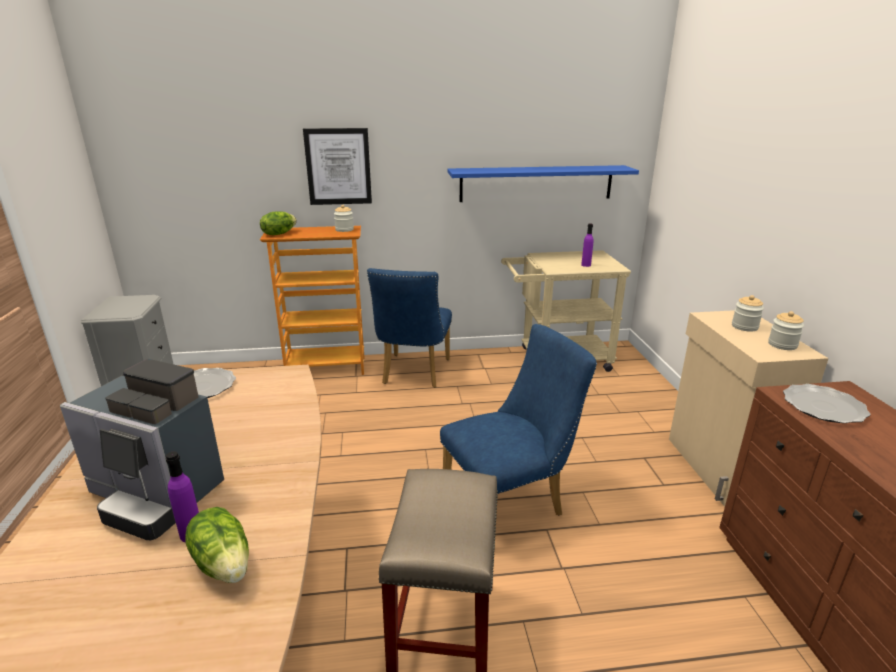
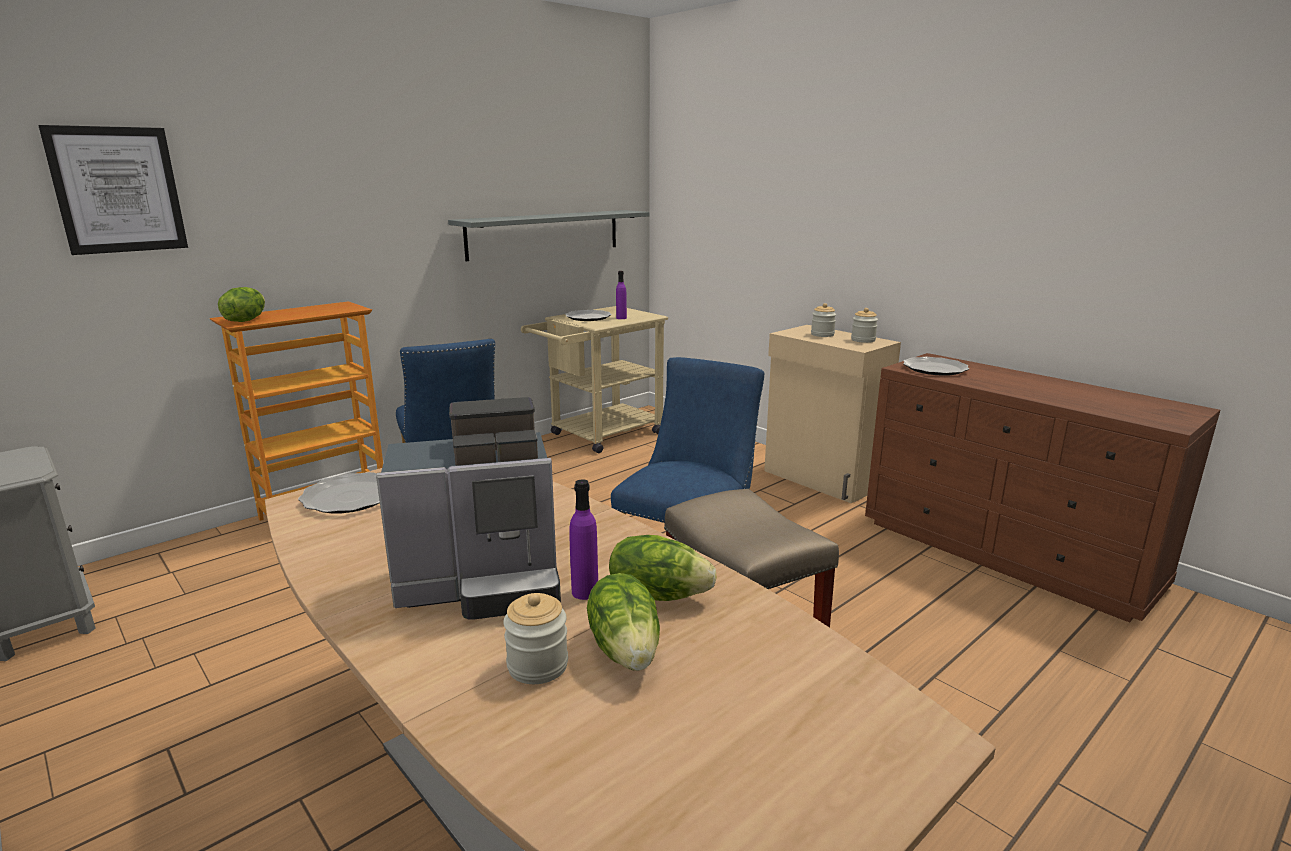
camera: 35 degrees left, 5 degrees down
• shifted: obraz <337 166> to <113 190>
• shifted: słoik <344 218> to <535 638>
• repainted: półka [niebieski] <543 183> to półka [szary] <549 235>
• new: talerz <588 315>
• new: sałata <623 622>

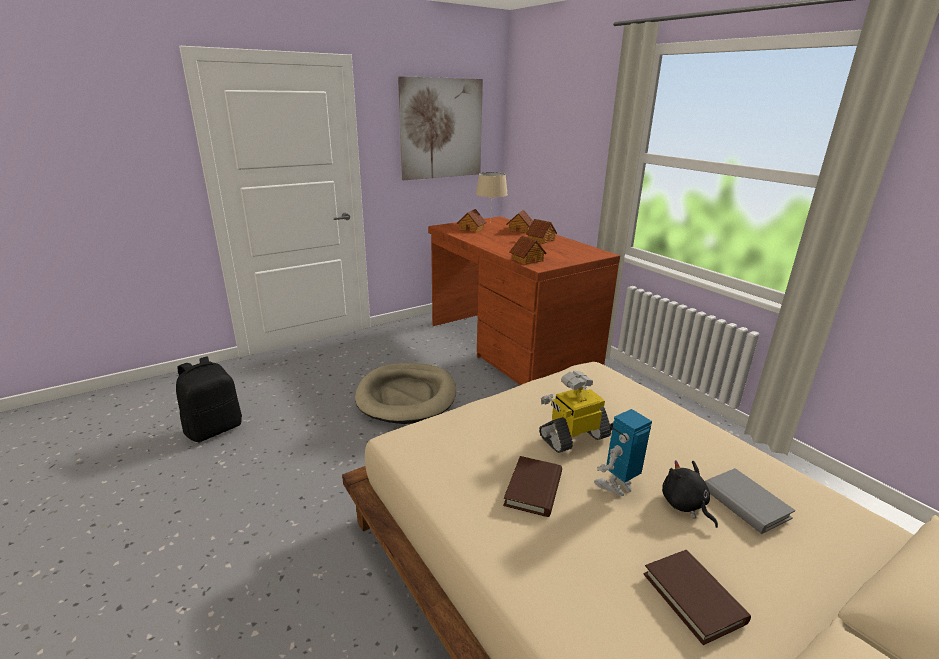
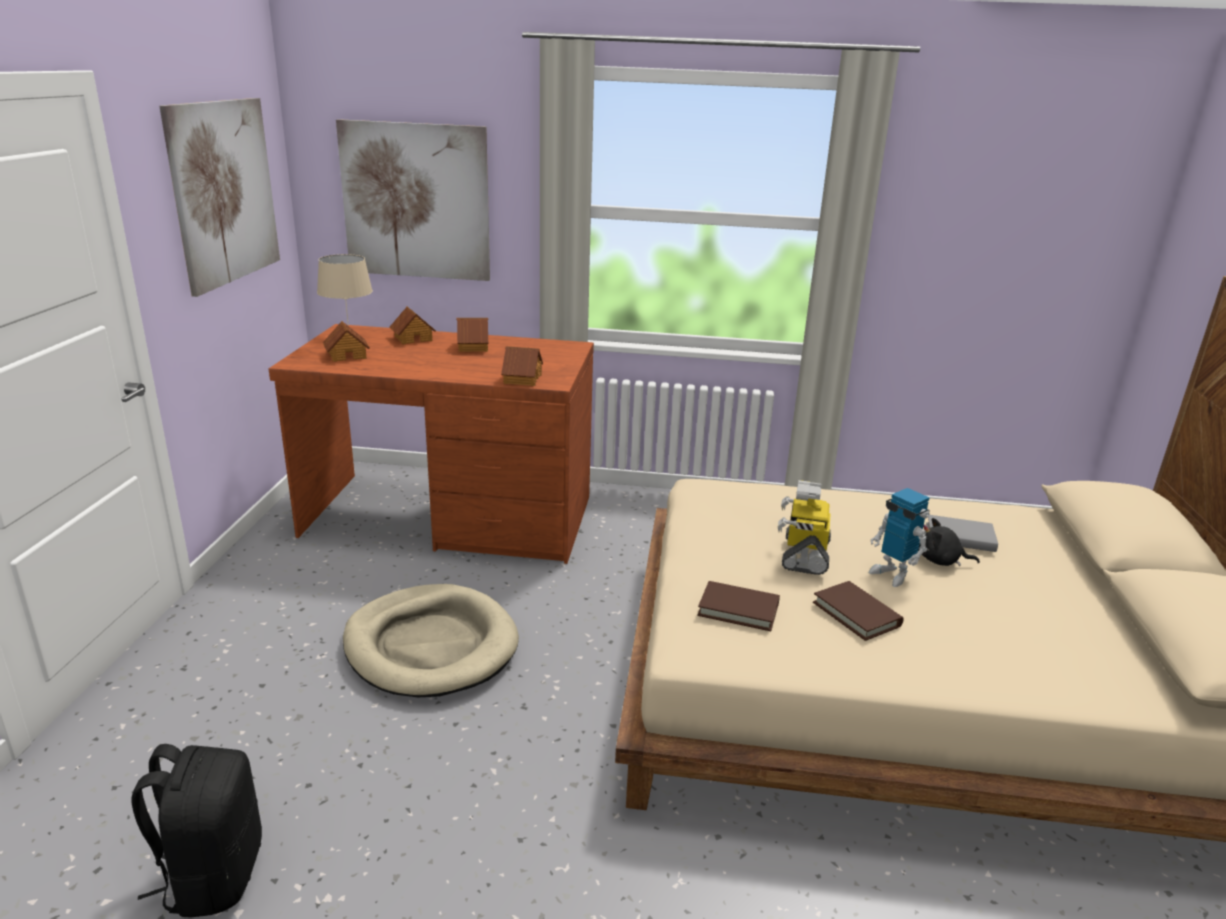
camera: 50 degrees left, 0 degrees up
• rotated: robot zabawkowy <623 452> = <899 537> 45 degrees counterclockwise
• shifted: książka [brązowy] <697 597> to <738 606>
• new: obraz <413 200>

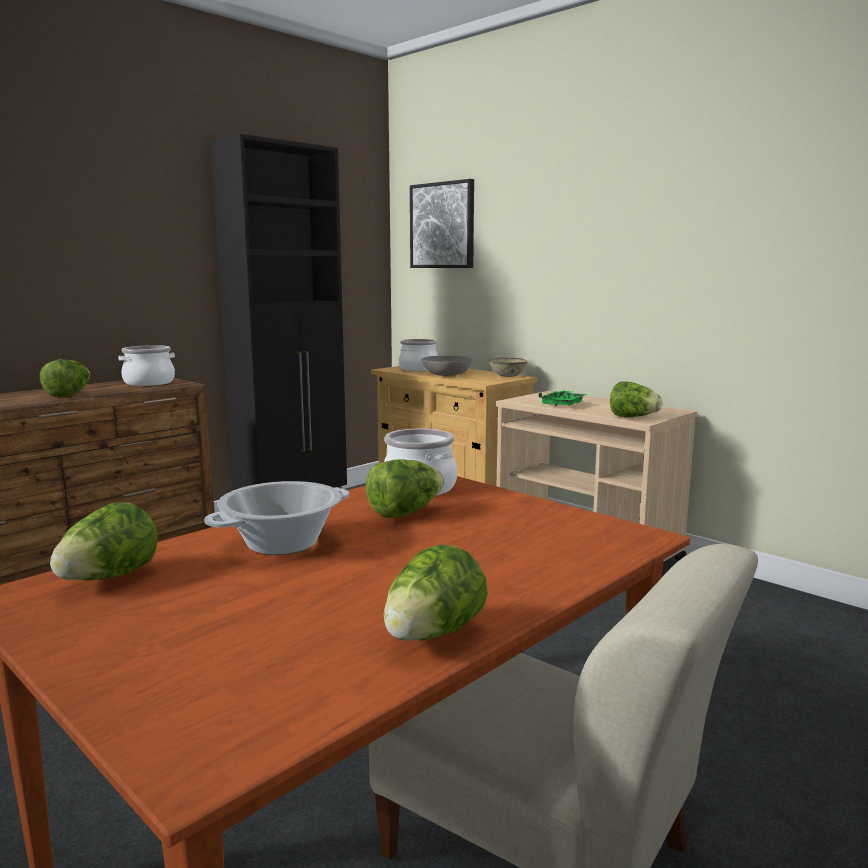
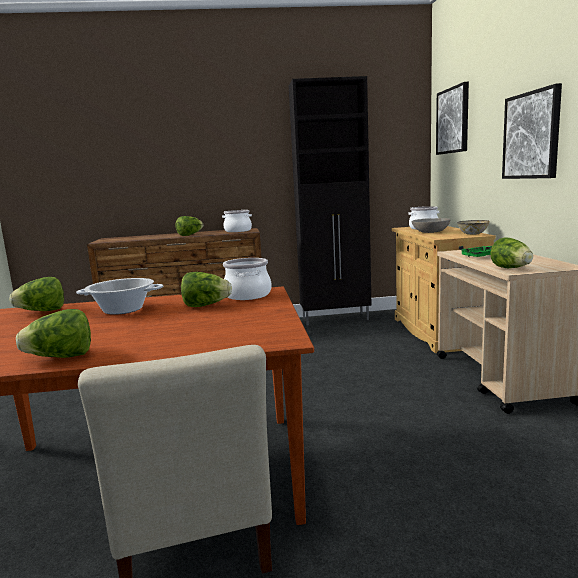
camera: 40 degrees right, 0 degrees up
• new: obraz <532 131>

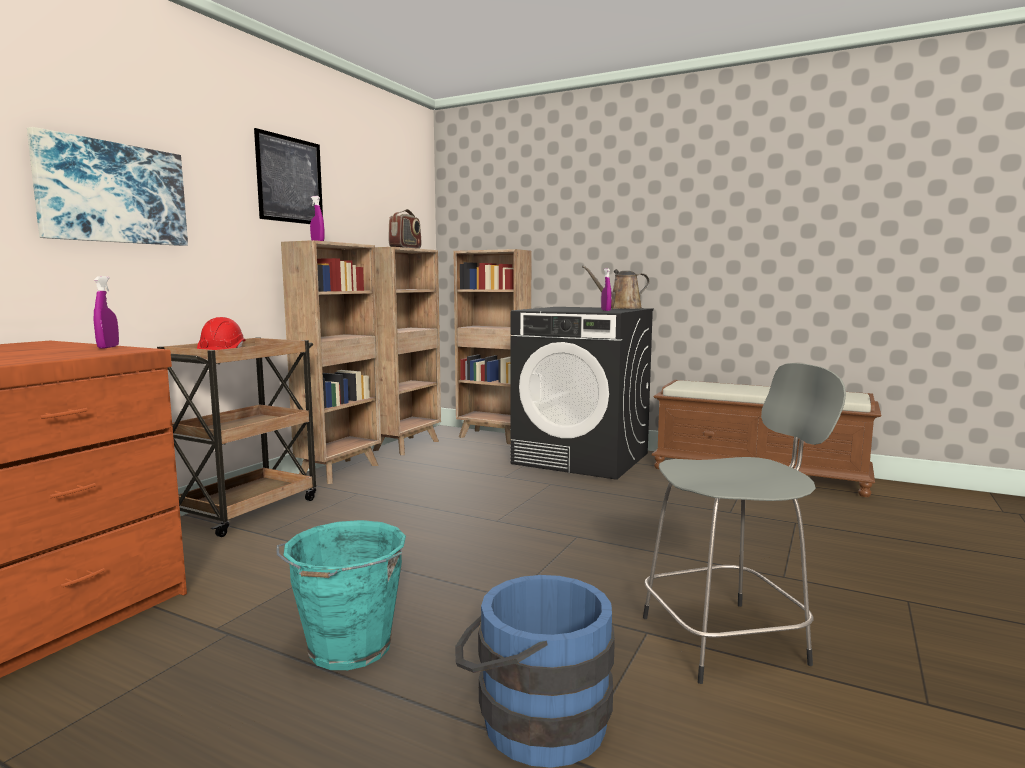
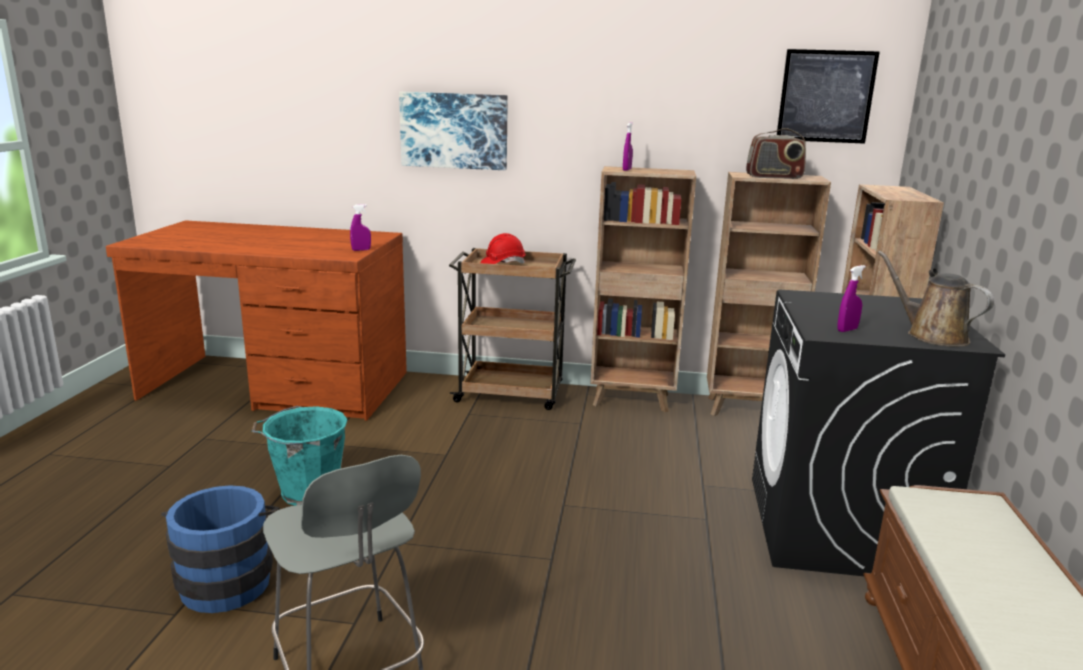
camera: 70 degrees right, 10 degrees up
• shifted: obraz <288 176> to <828 96>

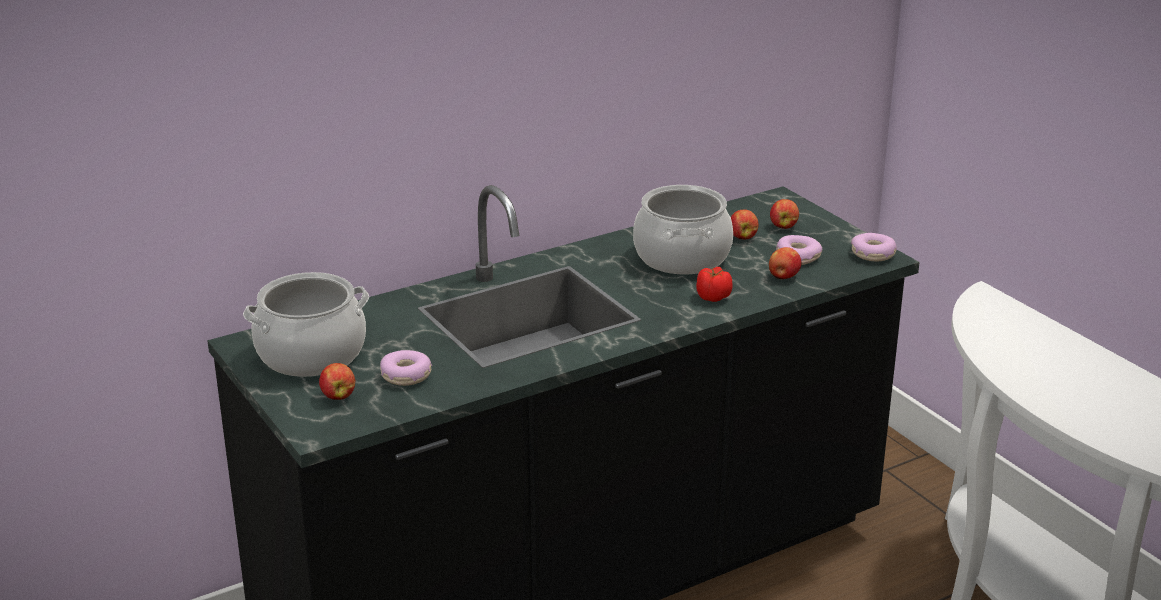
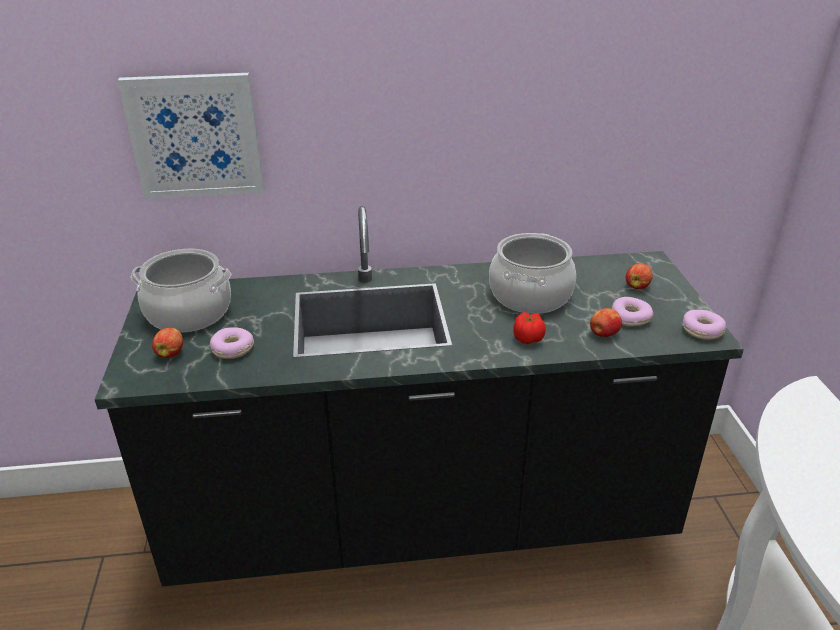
camera: 25 degrees right, 5 degrees up
• gone: jabłko <745 224>
• new: obraz <190 136>

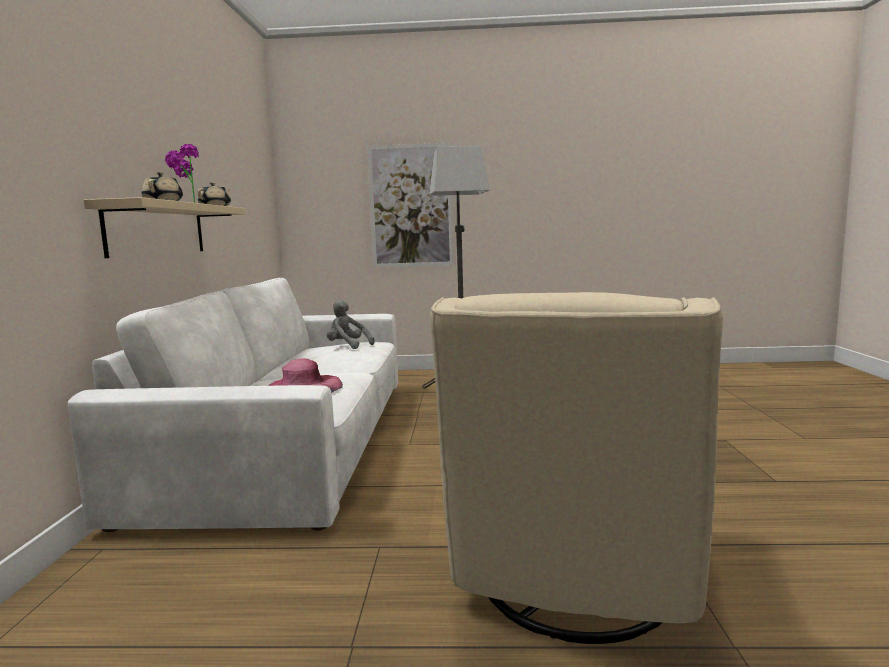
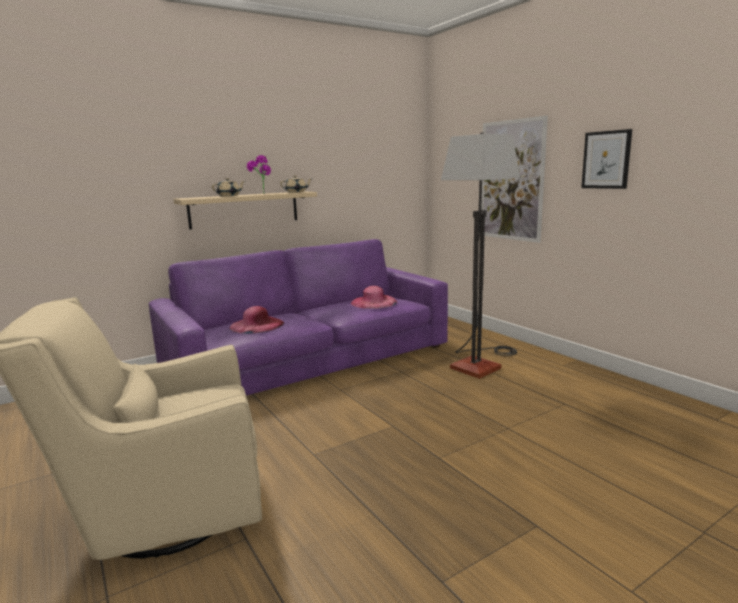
camera: 55 degrees right, 5 degrees up
• repainted: kanapa [biały] <233 405> to kanapa [fioletowy] <298 317>
• swapped: pluszak [szary] <351 324> to kapelusz [różowy] <374 297>
• new: obraz <606 159>

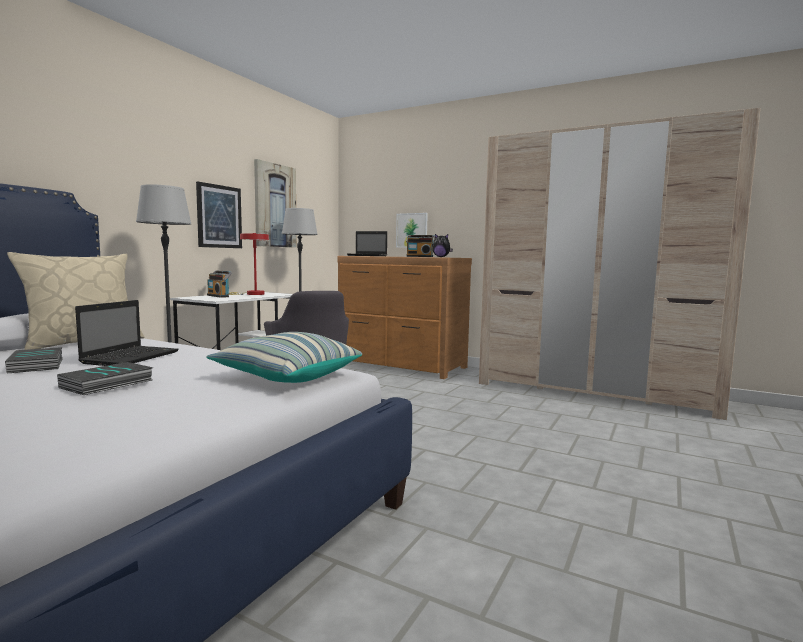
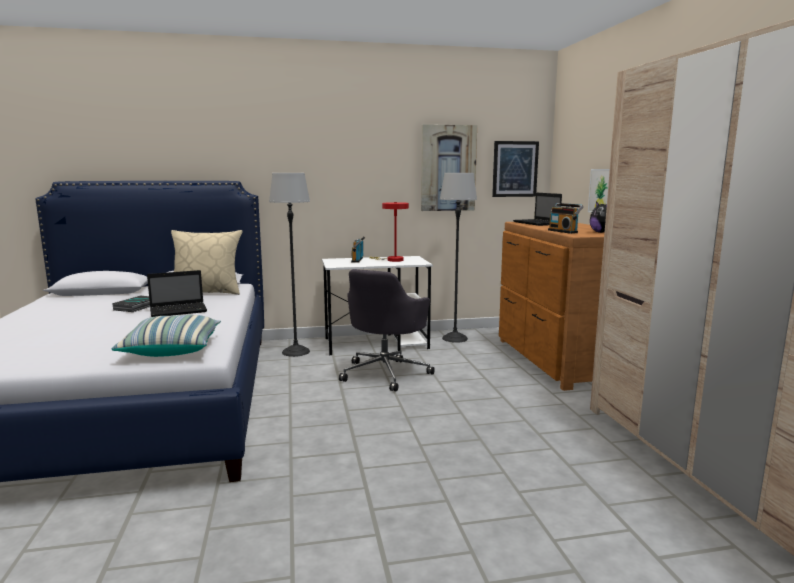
camera: 50 degrees right, 5 degrees up
• gone: książka <105 378>
• shifted: obraz <219 215> to <515 169>

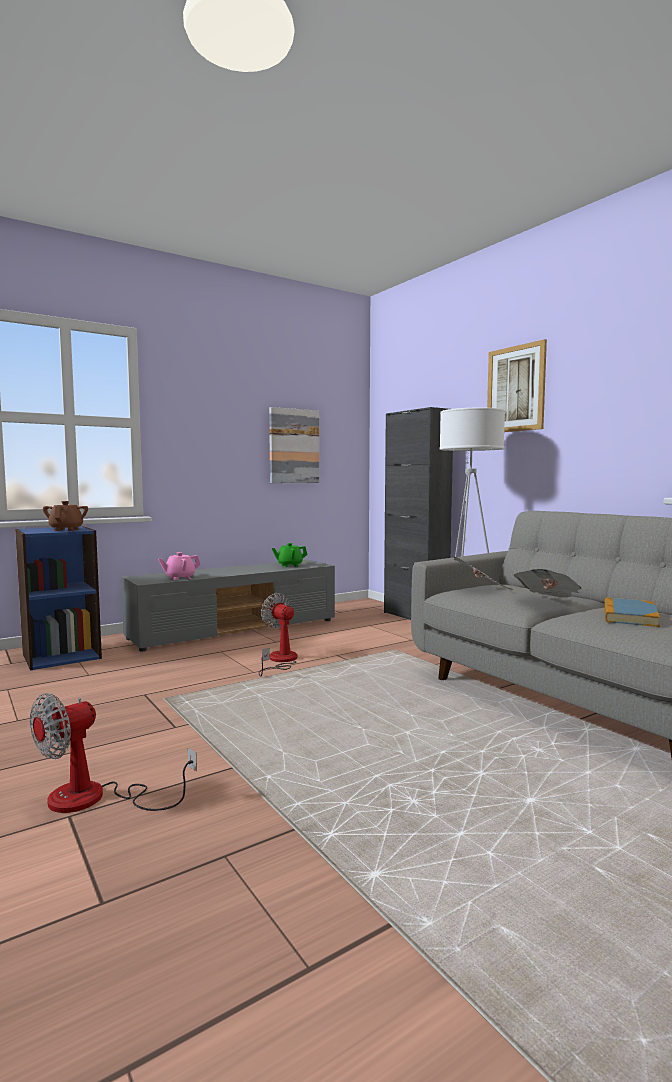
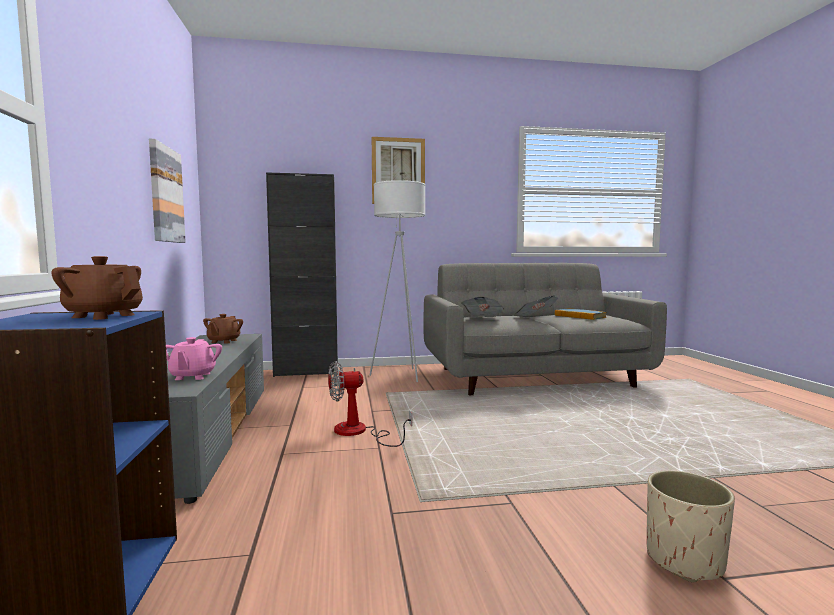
camera: 65 degrees left, 0 degrees up
• swapped: wentylator <113 753> to donica [beżowy] <691 526>
• repainted: imbryk [zielony] <289 555> to imbryk [brązowy] <223 328>

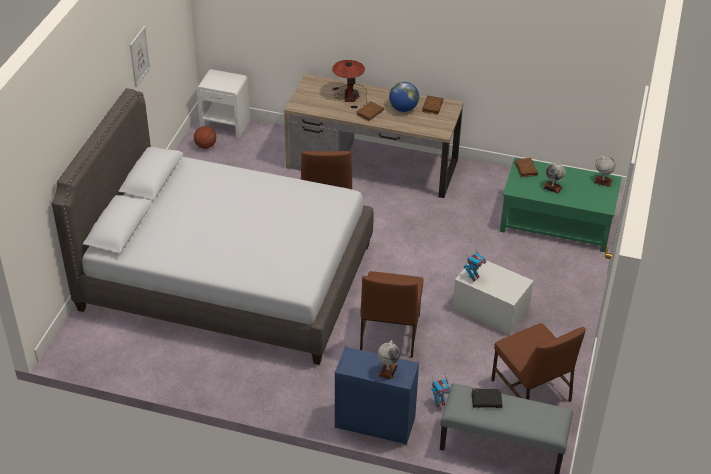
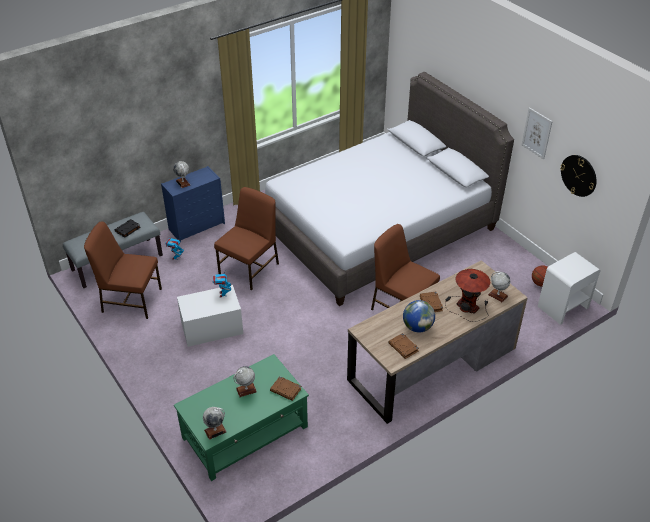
camera: 130 degrees right, 0 degrees up
• rotated: krzesło [brązowy] <391 314> = <246 238> 75 degrees clockwise
• new: globus <499 287>
• new: zegar ścienny <578 176>

